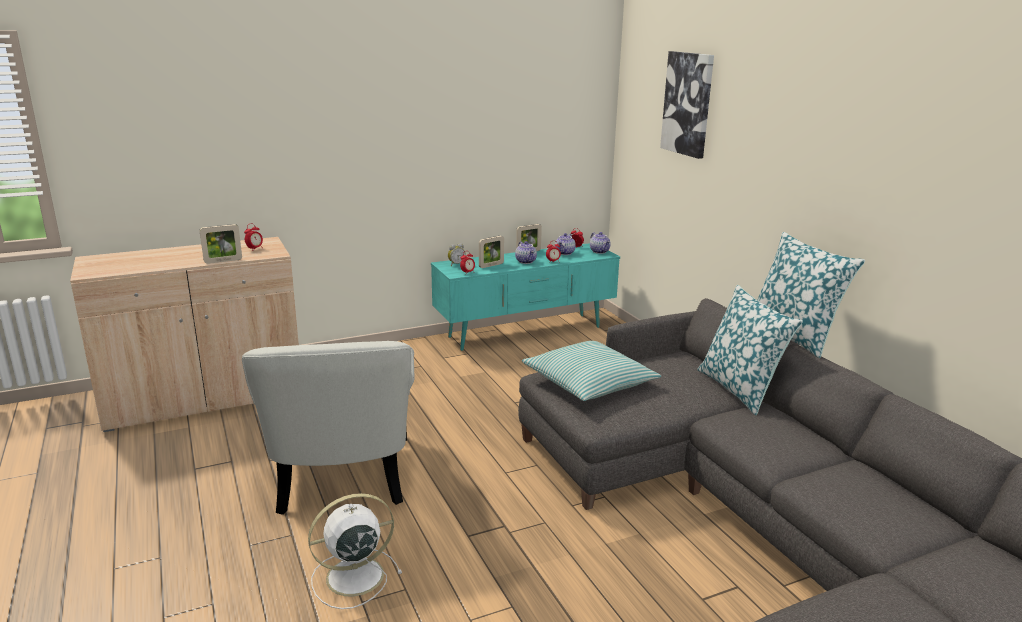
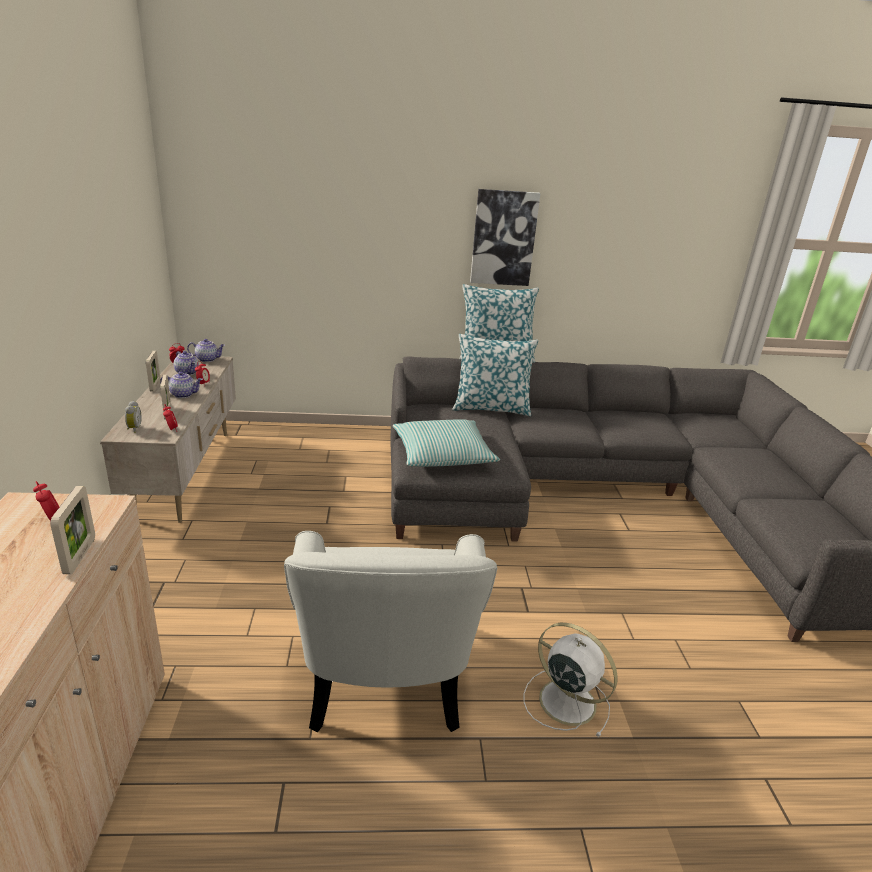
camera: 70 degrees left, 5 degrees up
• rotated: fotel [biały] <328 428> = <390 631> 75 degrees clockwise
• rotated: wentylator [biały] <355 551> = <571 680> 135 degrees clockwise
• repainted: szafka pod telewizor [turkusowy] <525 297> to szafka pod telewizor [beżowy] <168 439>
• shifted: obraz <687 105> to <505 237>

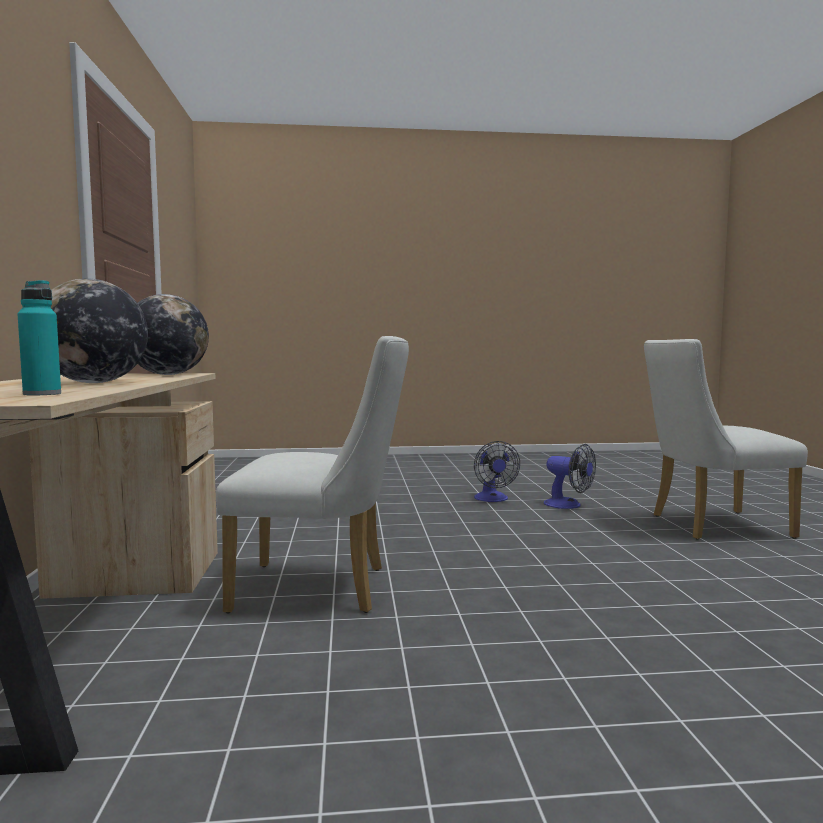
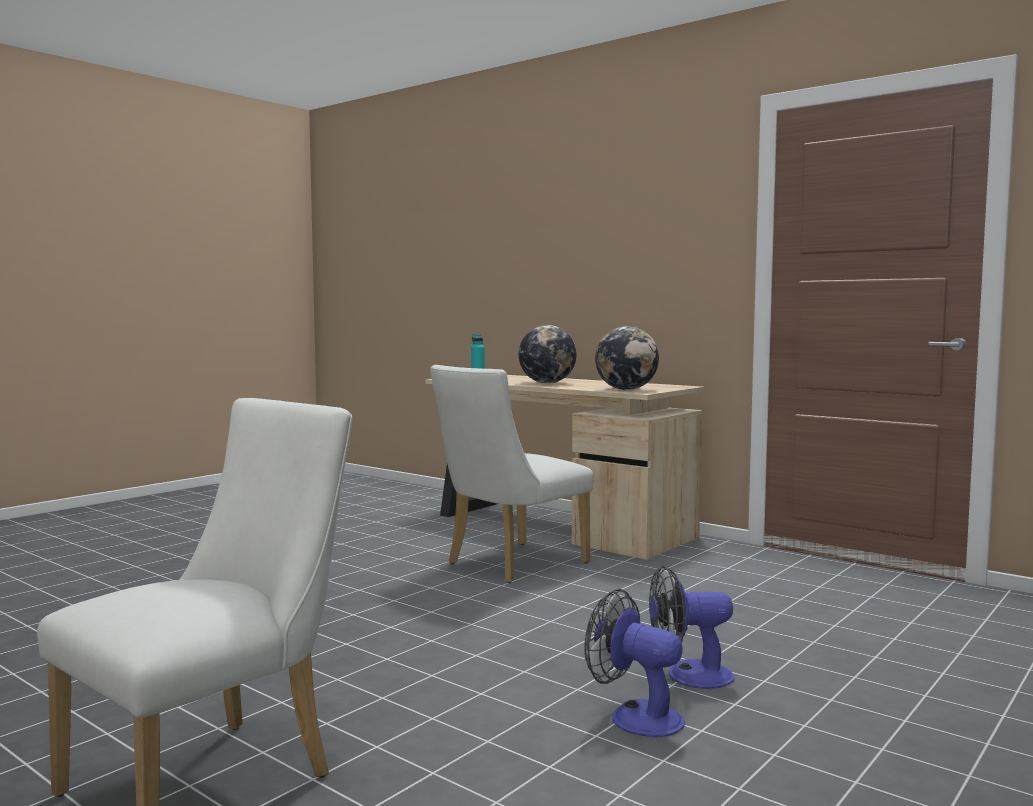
camera: 135 degrees right, 0 degrees up
• shifted: wentylator <570 476> to <691 627>

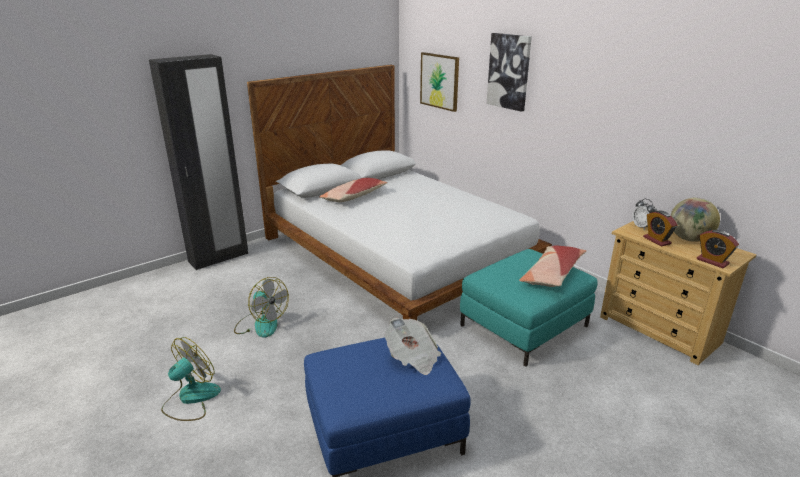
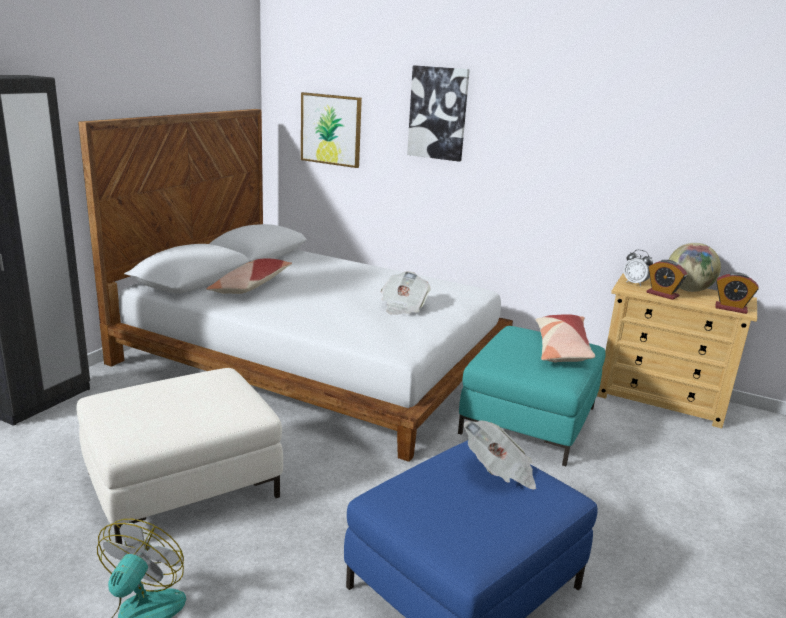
camera: 25 degrees left, 5 degrees down
• swapped: wentylator <261 307> to pufa [biały] <180 456>
• new: gazeta <406 293>

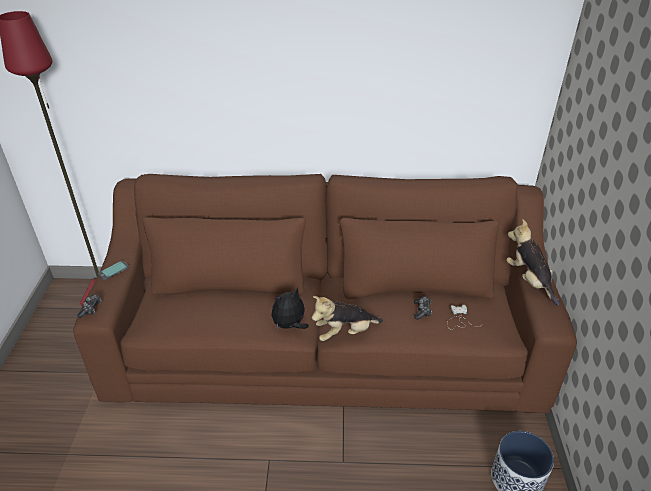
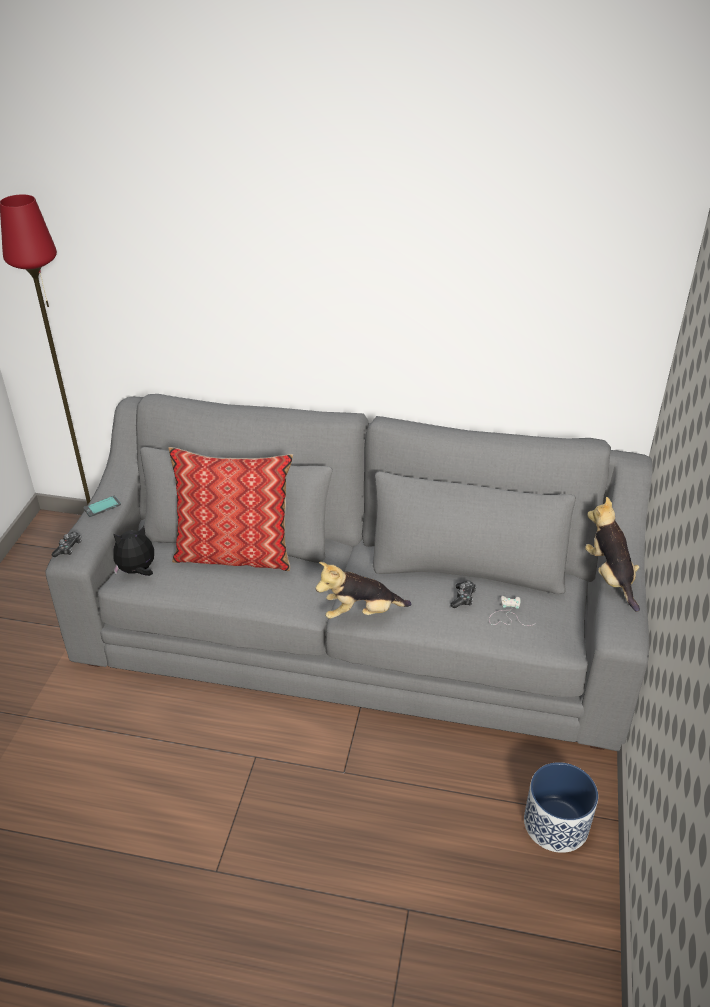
camera: 10 degrees right, 0 degrees up
• repainted: kanapa [brązowy] <325 293> to kanapa [szary] <349 572>
• shifted: pluszak <290 309> to <133 551>
• new: poduszka <230 509>

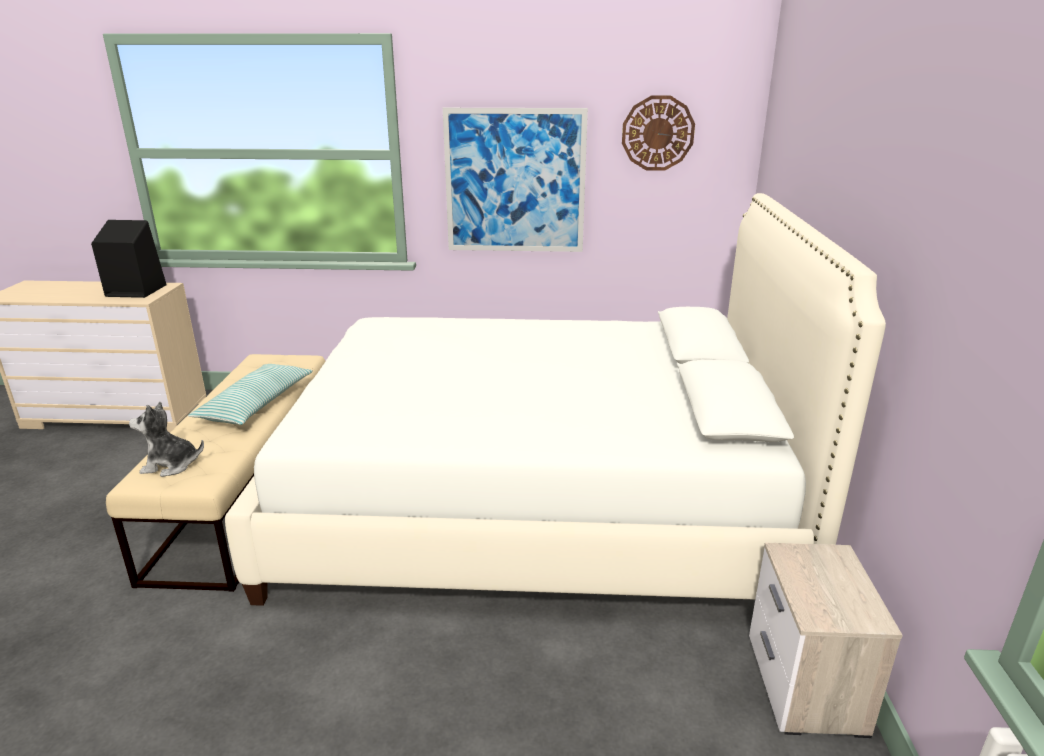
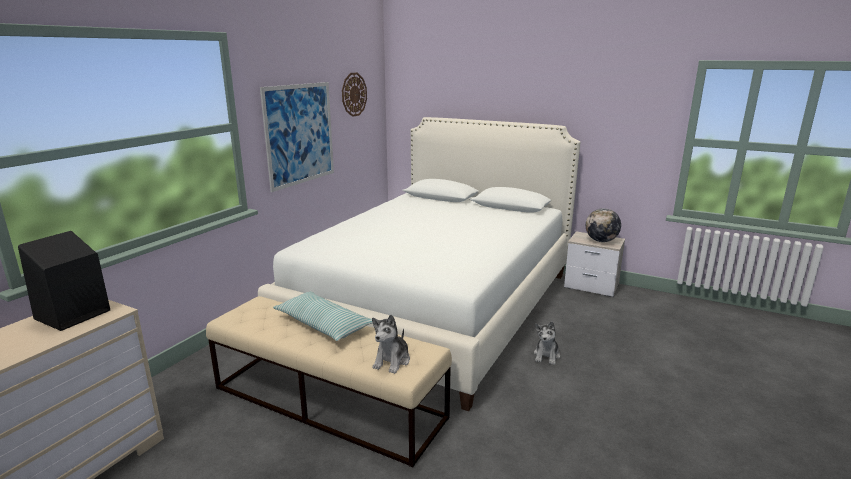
camera: 65 degrees left, 5 degrees down
• new: pluszak <547 343>
• new: globus <603 225>

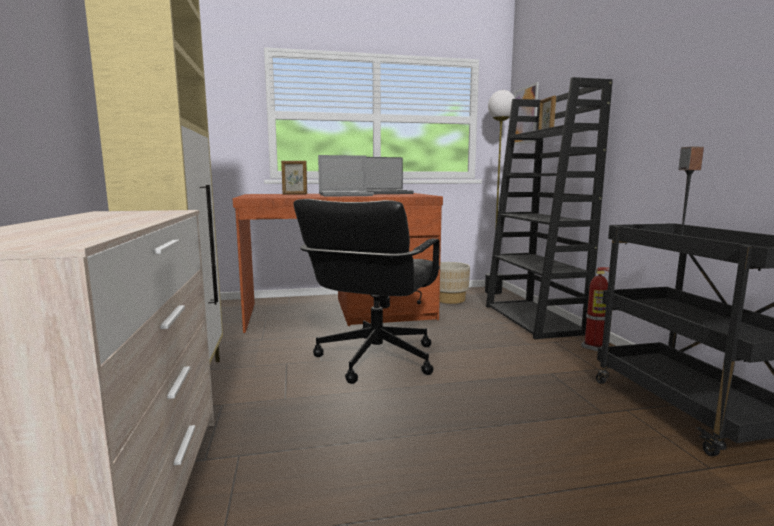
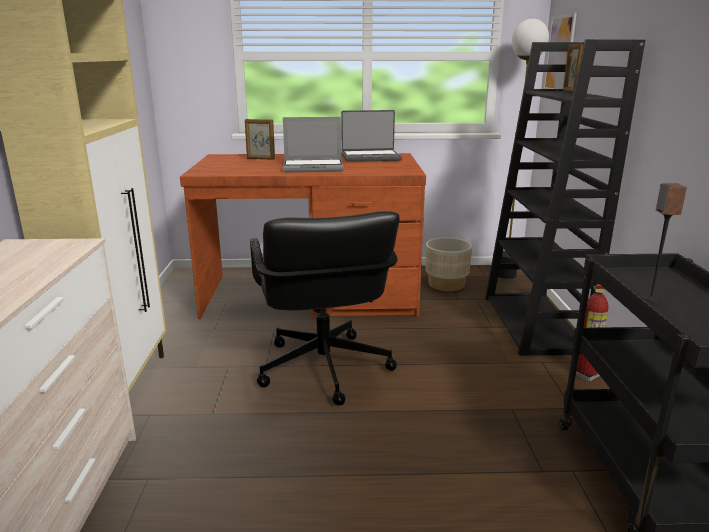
camera: 10 degrees right, 10 degrees up
• rotated: krzesło biurowe [czarny] <366 291> = <325 308> 45 degrees counterclockwise

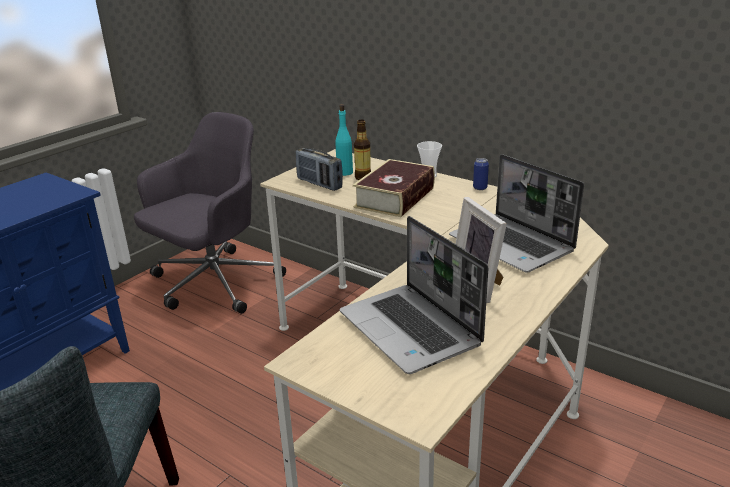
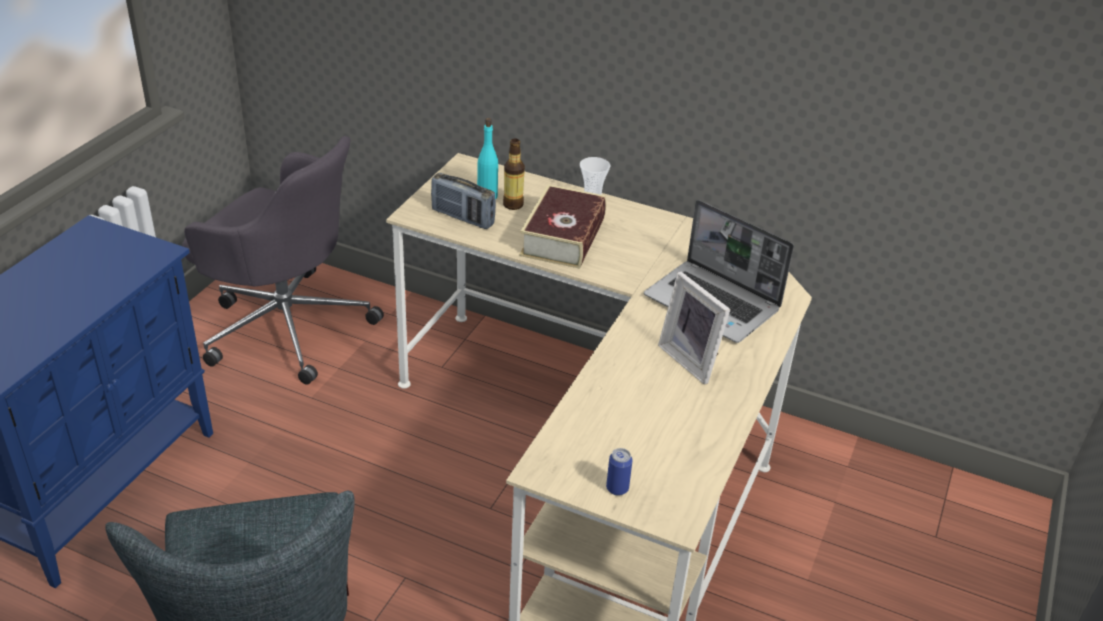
camera: 15 degrees left, 10 degrees up
• rotated: krzesło biurowe [szary] <210 213> = <283 260> 90 degrees clockwise
• gone: laptop <414 295>
• shifted: puszka <481 174> to <619 472>

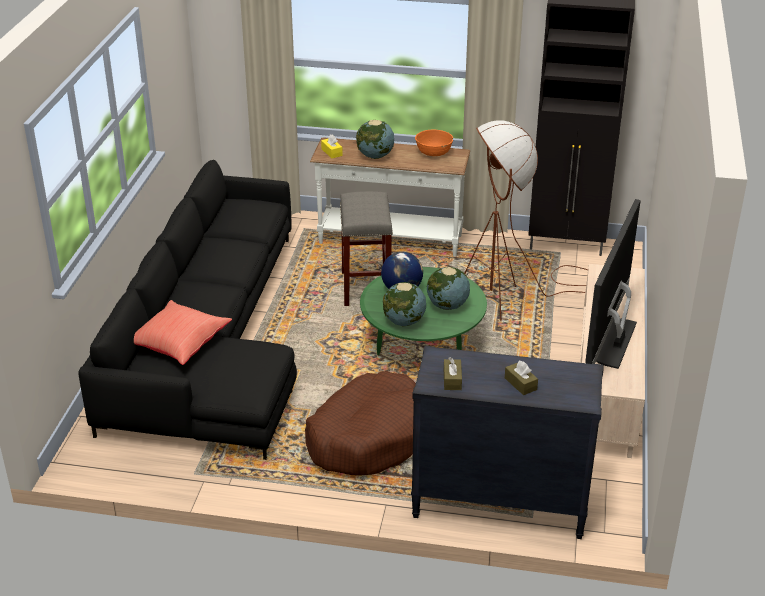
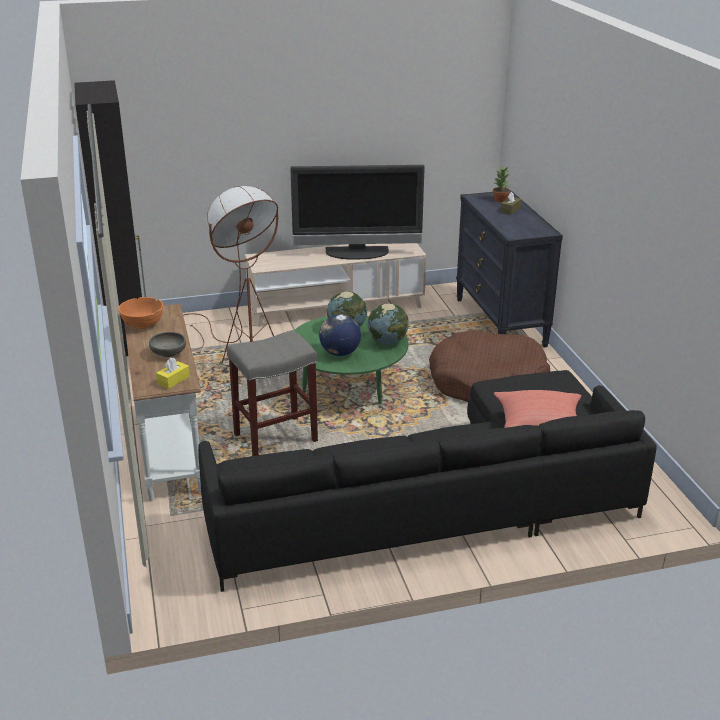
camera: 115 degrees left, 5 degrees down
• swapped: globus <375 139> to miska [szary] <167 344>
• gone: pudełko chusteczek [brązowy] <453 373>
• new: roślina doniczkowa <501 184>

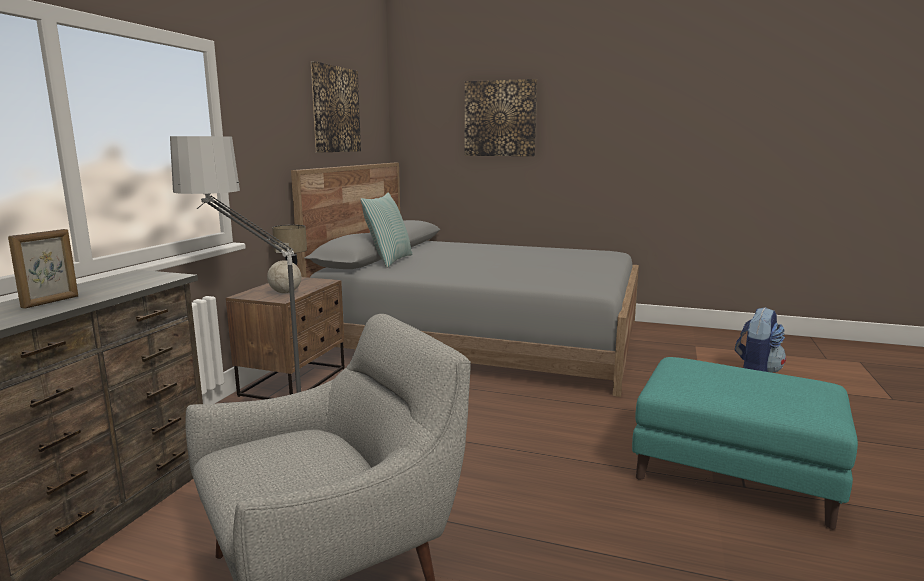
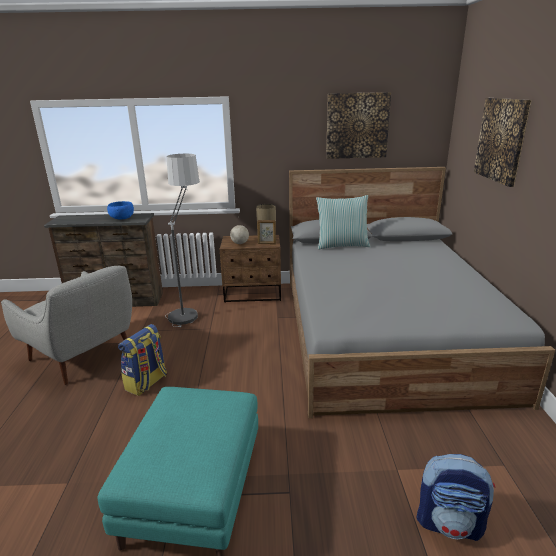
camera: 70 degrees right, 10 degrees up
• shifted: ramka na zdjęcie <43 269> to <266 232>
• new: miska [niebieski] <120 210>
• new: plecak <142 360>

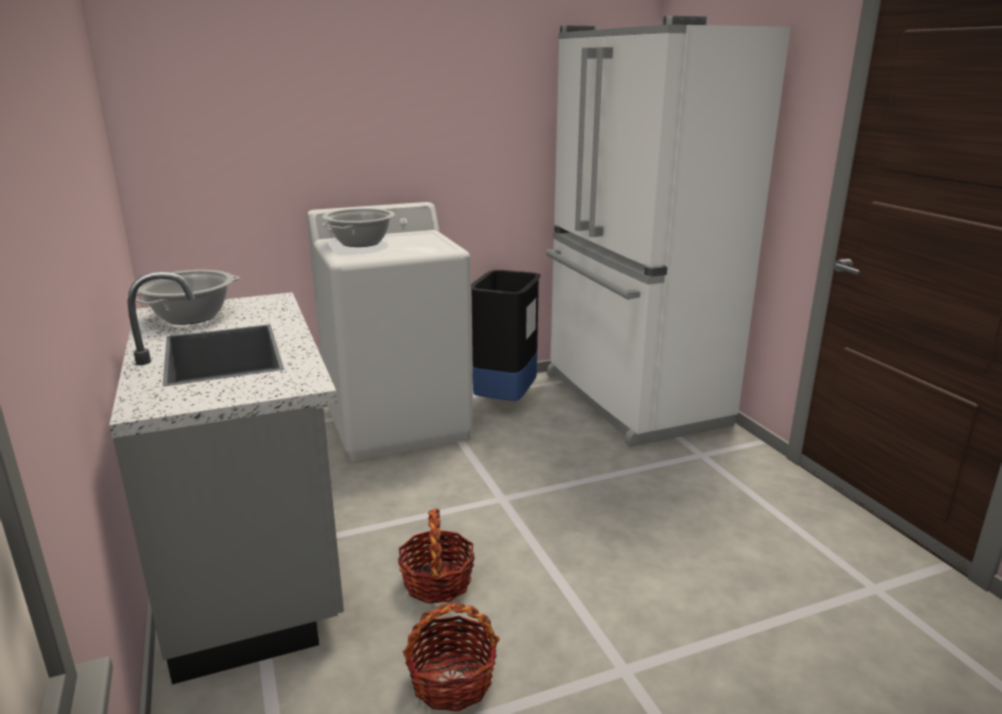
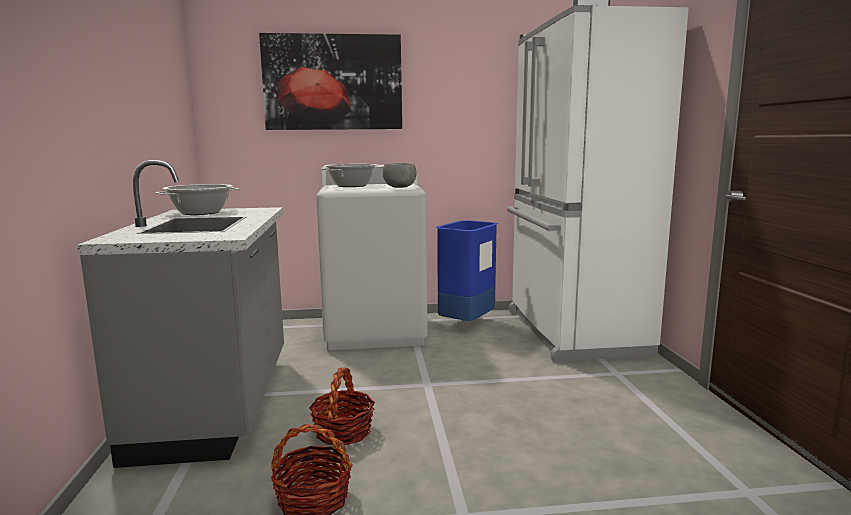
camera: 15 degrees right, 10 degrees down
• repainted: kosz na śmieci [czarny] <506 335> to kosz na śmieci [niebieski] <467 270>
• new: obraz <330 81>
• new: miska [szary] <400 175>

